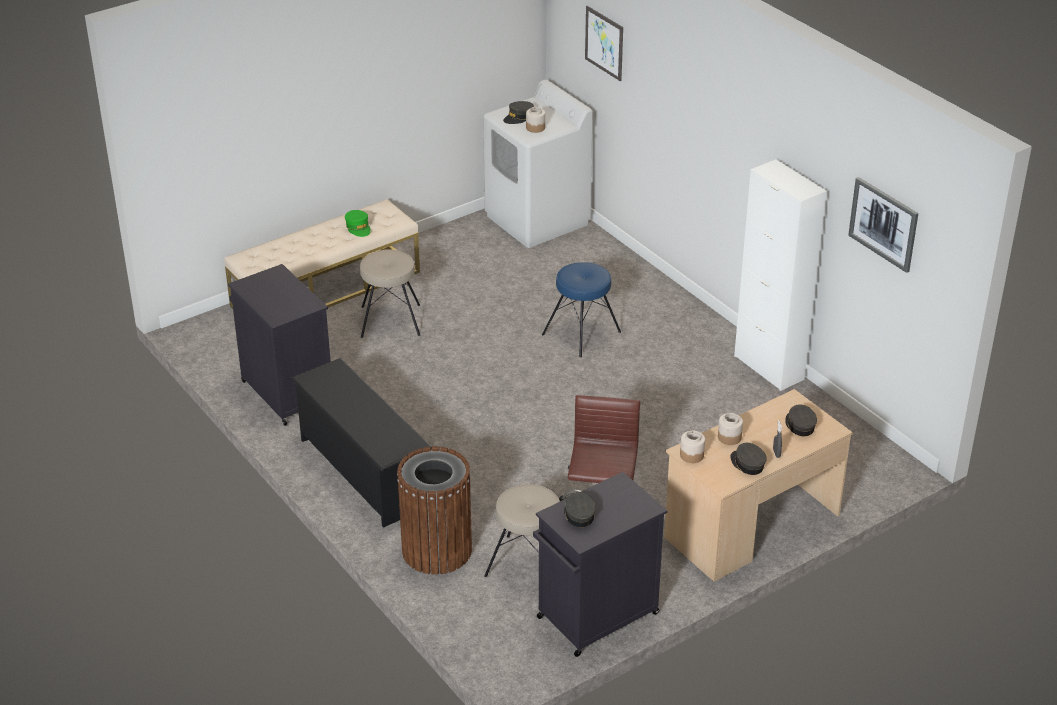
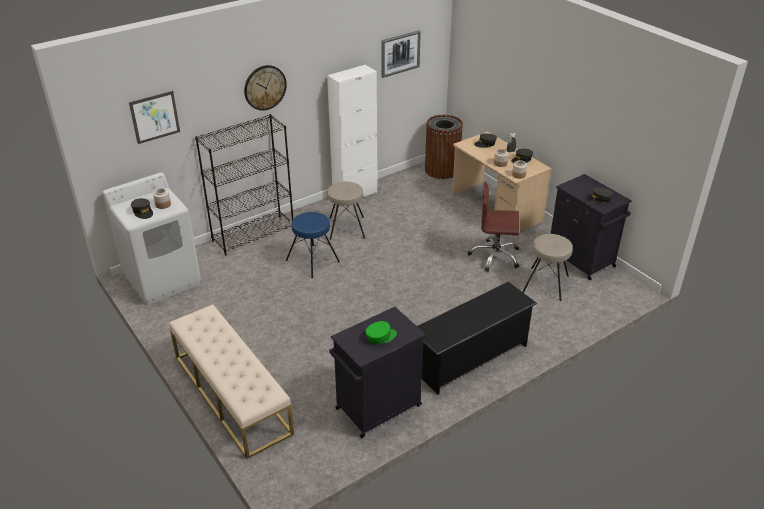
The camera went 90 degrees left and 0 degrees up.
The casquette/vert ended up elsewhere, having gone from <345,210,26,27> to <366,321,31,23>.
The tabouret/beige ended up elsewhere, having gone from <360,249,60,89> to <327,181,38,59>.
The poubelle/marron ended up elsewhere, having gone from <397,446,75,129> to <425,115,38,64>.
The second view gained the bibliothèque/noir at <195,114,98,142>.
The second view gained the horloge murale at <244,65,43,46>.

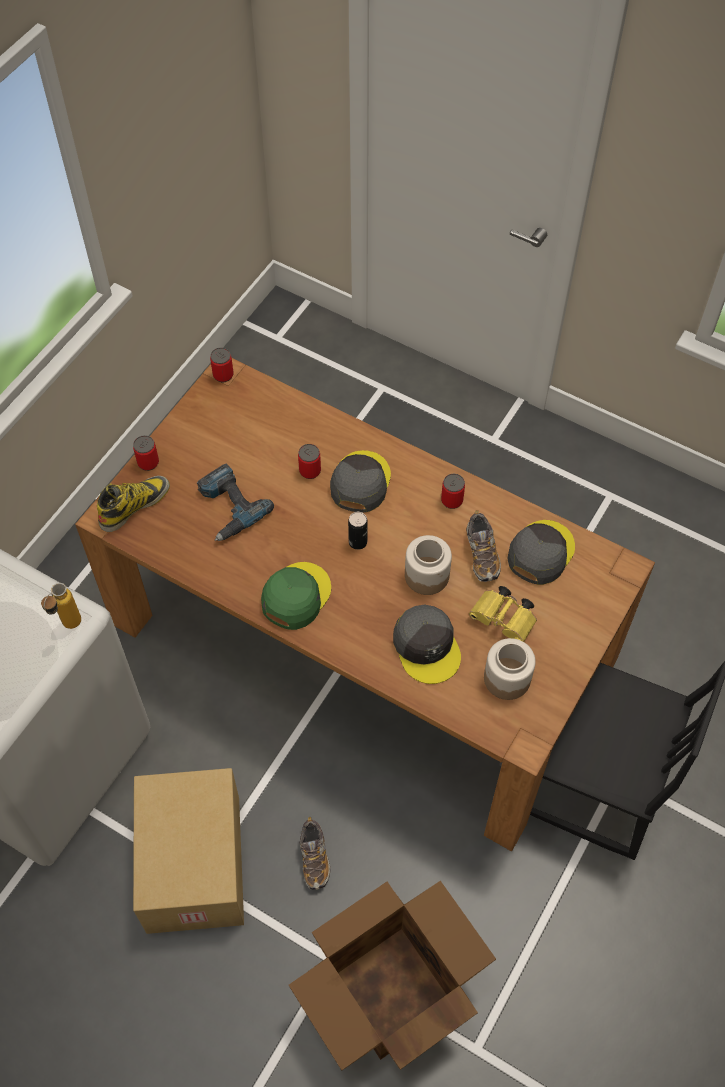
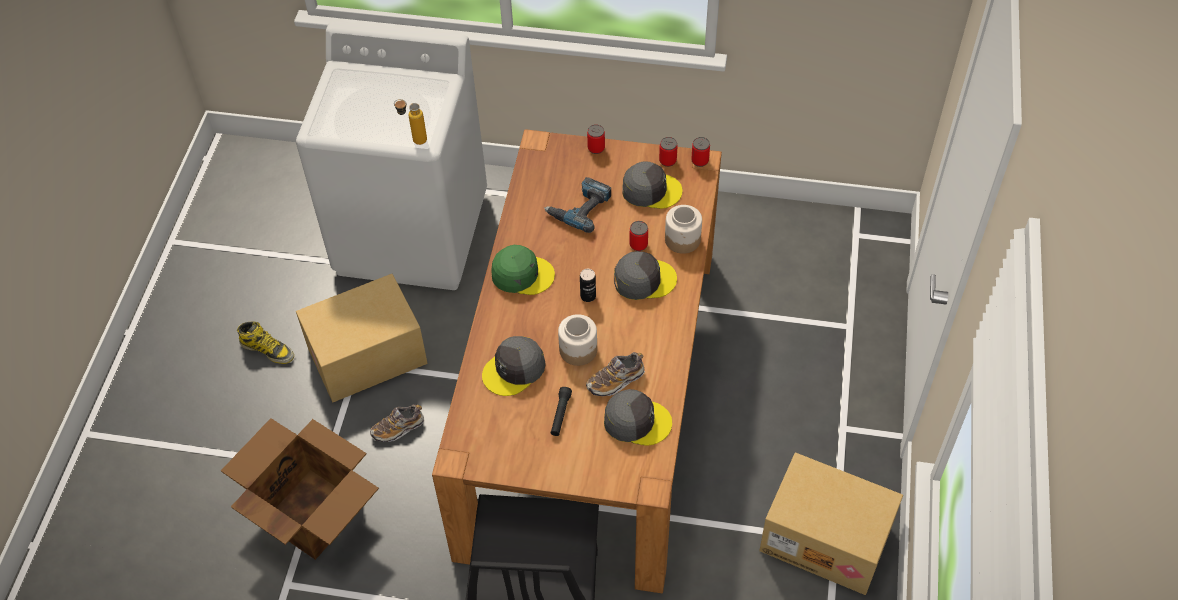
The camera went 70 degrees right and 5 degrees down.
The botte ended up elsewhere, having gone from <97,476,73,56> to <237,322,57,42>.
The boîte métallique ended up elsewhere, having gone from <441,474,24,35> to <659,137,19,30>.
Where the jumelles/jaune stood at <469,586,68,56>, the lampe de poche/noir came to stand at <551,387,21,49>.
The bocal ended up elsewhere, having gone from <484,638,52,62> to <665,205,37,49>.
The second view gained the casquette/gris at <622,161,61,48>.
The second view gained the carton at <759,453,144,142>.

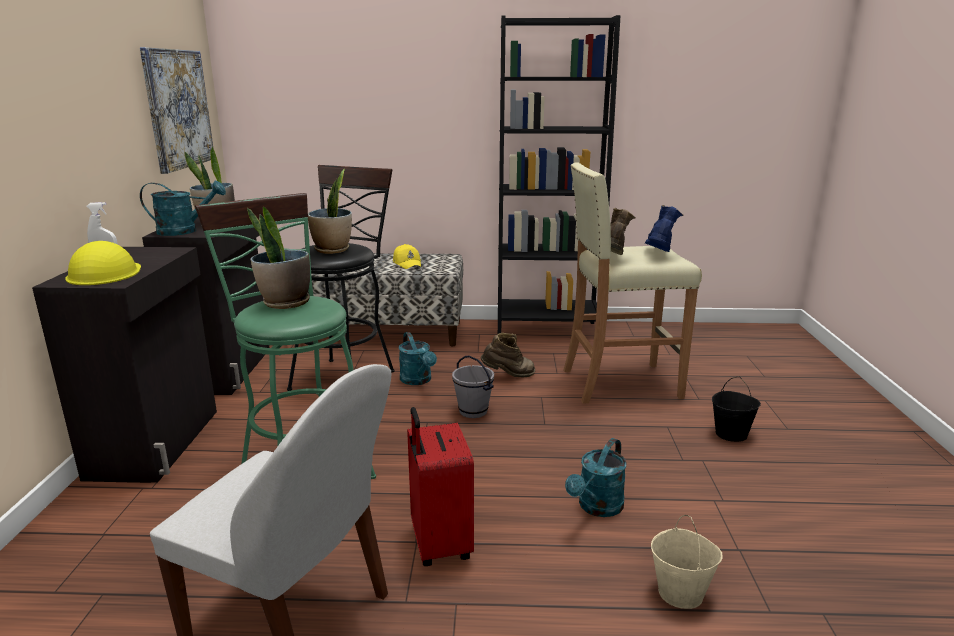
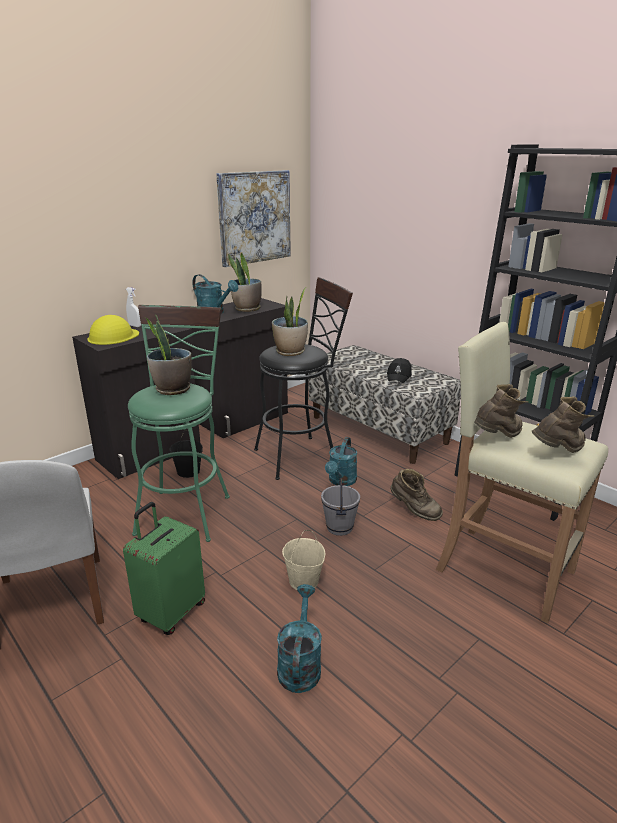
The camera went 45 degrees right and 5 degrees up.
What was the casquette/jaune at <393,244,28,25> turned into the casquette/noir at <387,358,25,25>.
What was the valise/rouge at <407,407,67,159> turned into the valise/vert at <123,502,82,133>.
The arrosoir/turquoise at <565,438,62,79> ended up facing another way, 105 degrees clockwise from before.
What was the botte/bleu at <645,205,39,47> turned into the botte/marron at <532,396,63,57>.
The seau/beige ended up elsewhere, having gone from <651,515,71,94> to <282,530,43,60>.
The seau/noir ended up elsewhere, having gone from <712,377,49,65> to <170,430,33,48>.

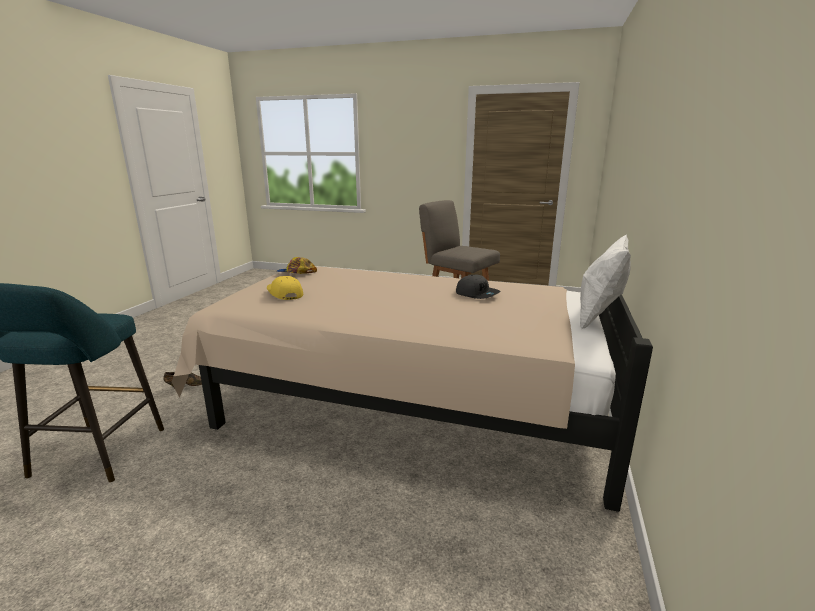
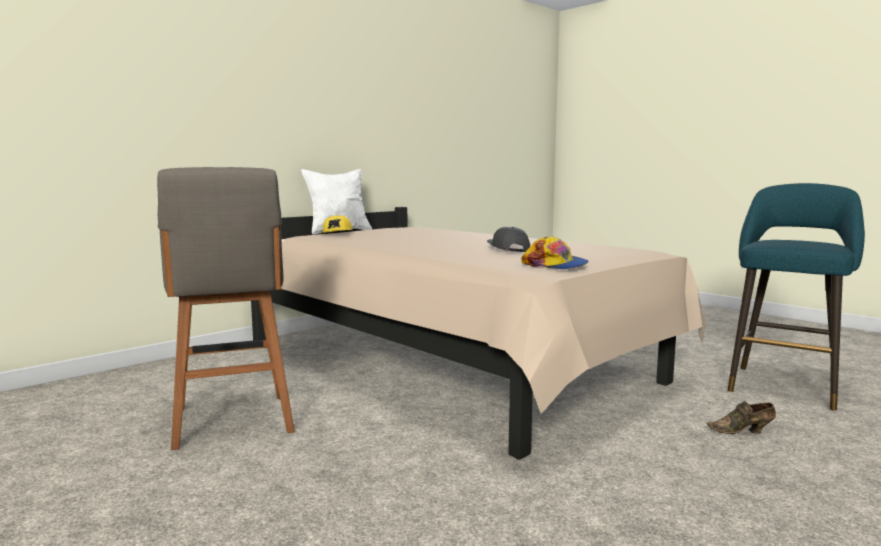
The camera went 150 degrees left and 10 degrees down.
The casquette/jaune ended up elsewhere, having gone from <267,276,36,24> to <322,215,30,18>.
The casquette/gris ended up elsewhere, having gone from <456,275,45,24> to <487,227,43,25>.

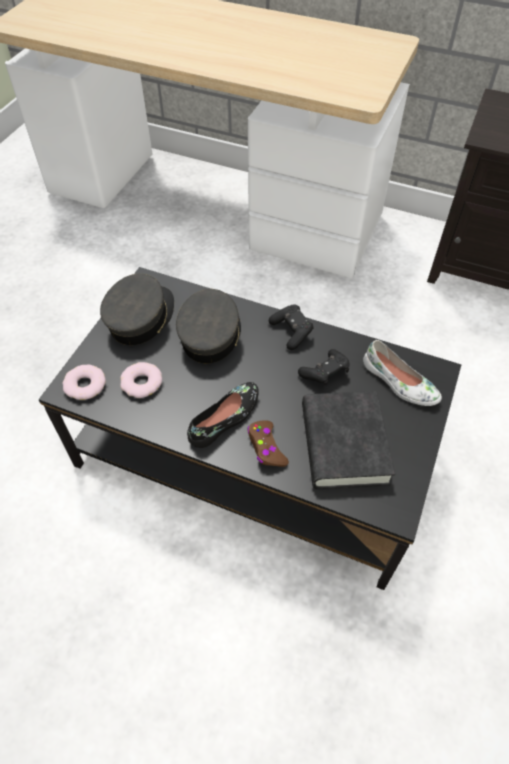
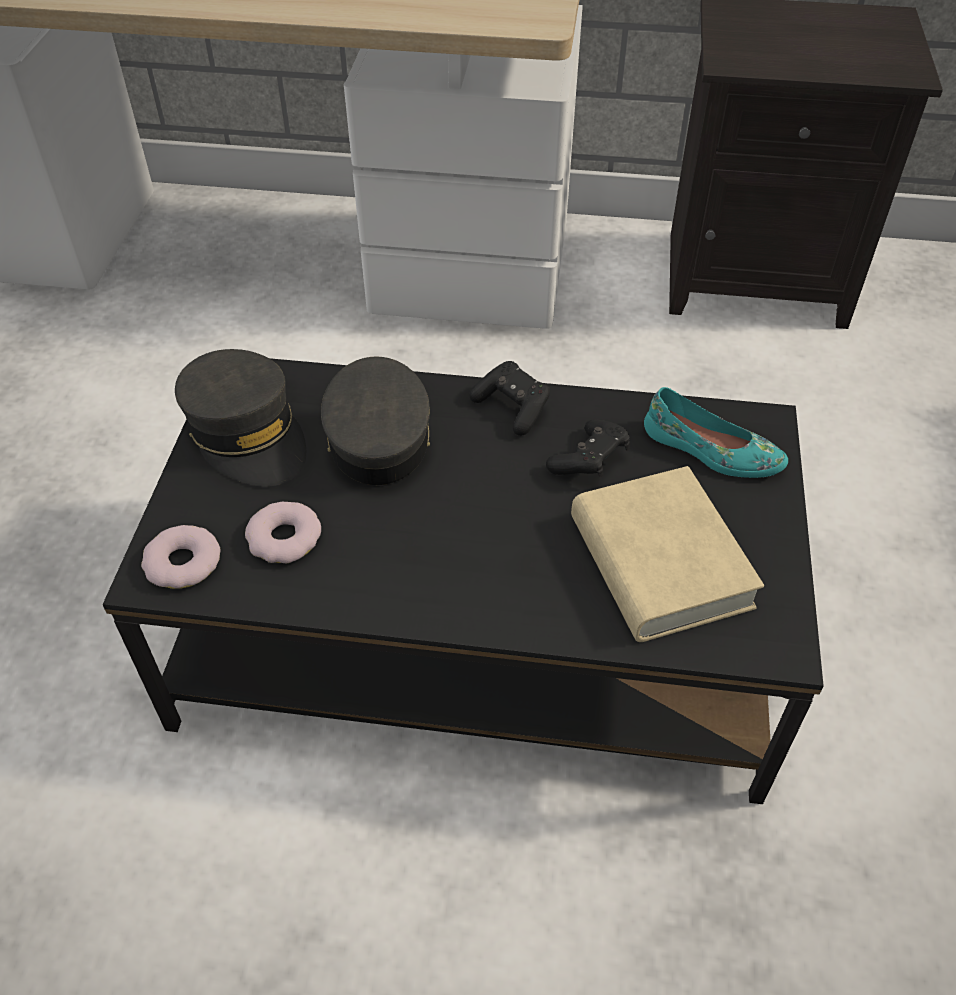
The camera went 15 degrees left and 5 degrees down.
The casquette/gris at <100,273,74,72> ended up facing another way, 135 degrees clockwise from before.
The second view lost the chaussure/noir at <187,382,72,66>.
The second view lost the manette/marron at <247,420,42,47>.
What was the livre/noir at <302,391,93,98> turned into the livre/beige at <571,466,193,176>.
What was the chaussure/blanc at <363,340,79,66> turned into the chaussure/turquoise at <644,387,144,91>.

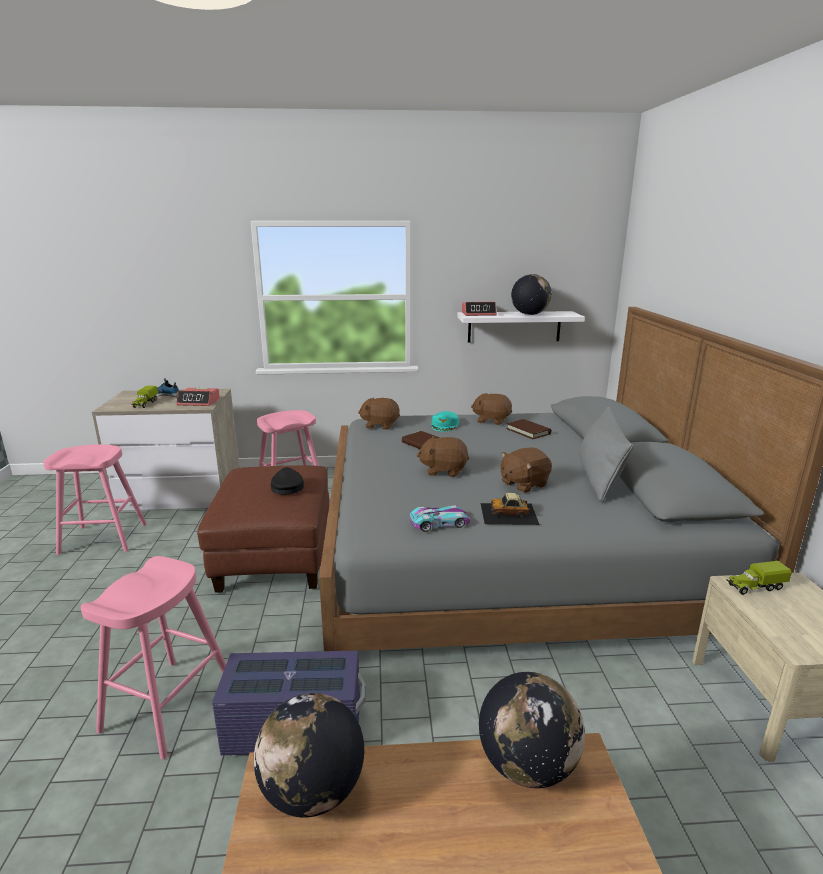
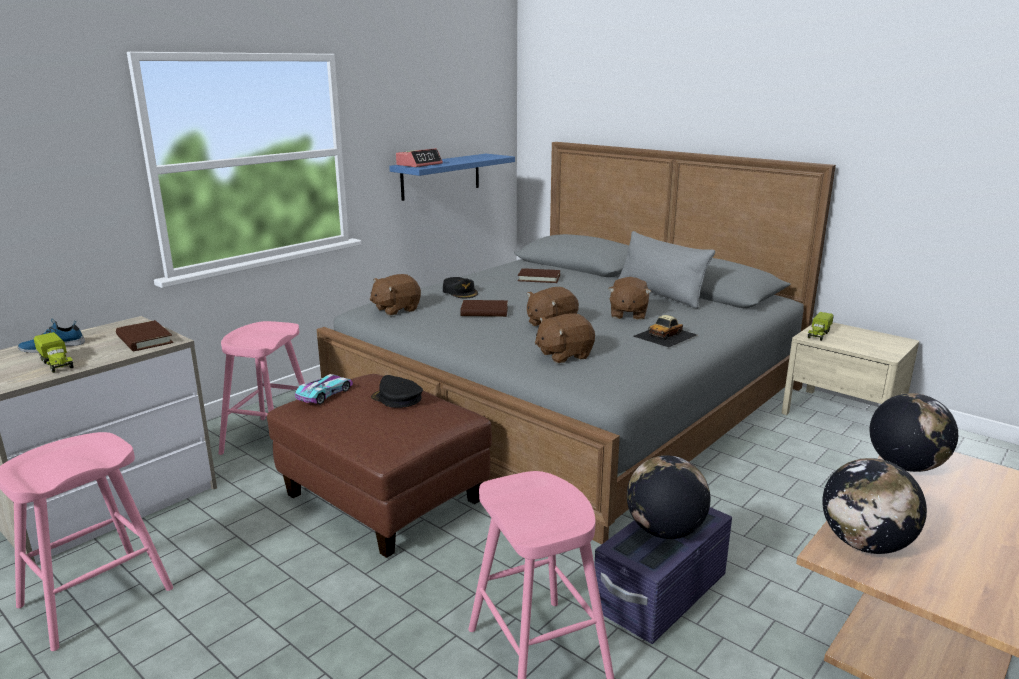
The camera went 45 degrees left and 0 degrees up.
Where the réveil stood at <176,388,44,18>, the livre/marron came to stand at <116,320,57,31>.
The petite voiture ended up elsewhere, having gone from <410,505,60,27> to <295,374,58,30>.
What was the casquette/turquoise at <431,411,28,21> turned into the casquette/noir at <443,277,35,21>.
What was the étagère/blanc at <457,311,128,32> turned into the étagère/bleu at <389,154,126,47>.
The peluche/marron ended up elsewhere, having gone from <471,393,41,32> to <535,313,60,50>.
The globe ended up elsewhere, having gone from <511,274,41,41> to <627,456,84,83>.

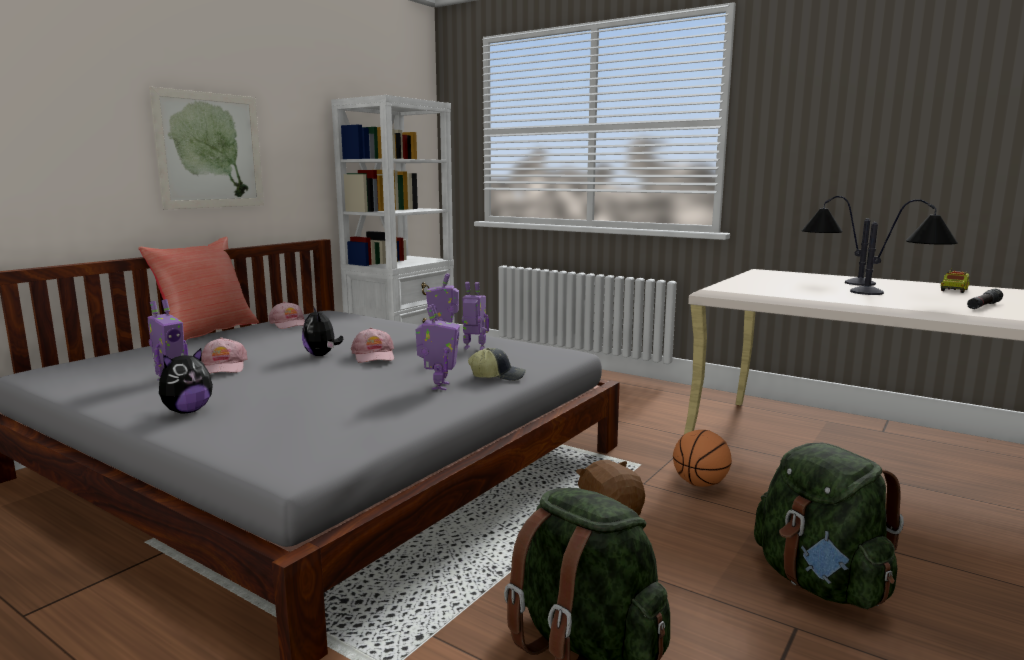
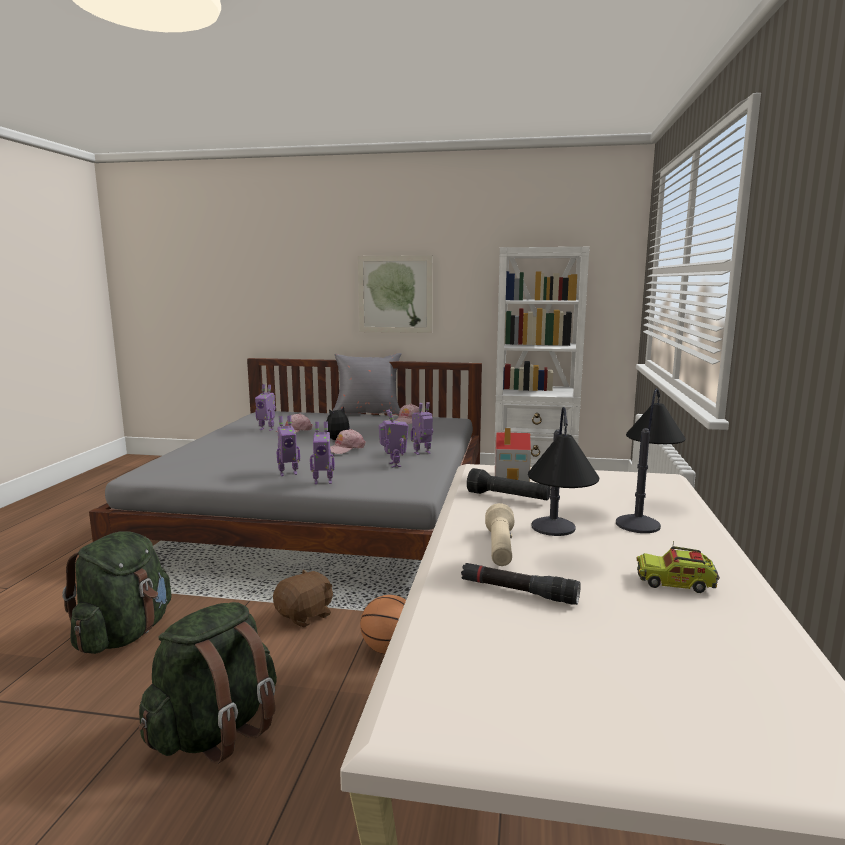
The camera went 65 degrees right and 0 degrees up.
What was the coussin/rouge at <138,237,121,104> turned into the coussin/gris at <332,353,70,62>.
The second view lost the peluche at <159,348,54,65>.
Where the casquette stood at <468,348,58,33>, the robot jouet came to stand at <310,421,25,63>.
The second view gained the lampe de poche/noir at <467,468,84,32>.
The second view gained the lampe de poche/beige at <485,503,29,63>.
The second view gained the maison miniature at <495,428,36,54>.

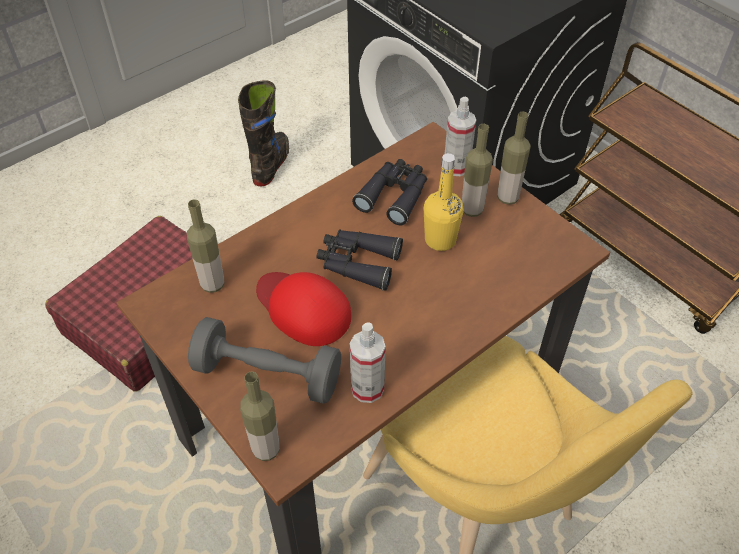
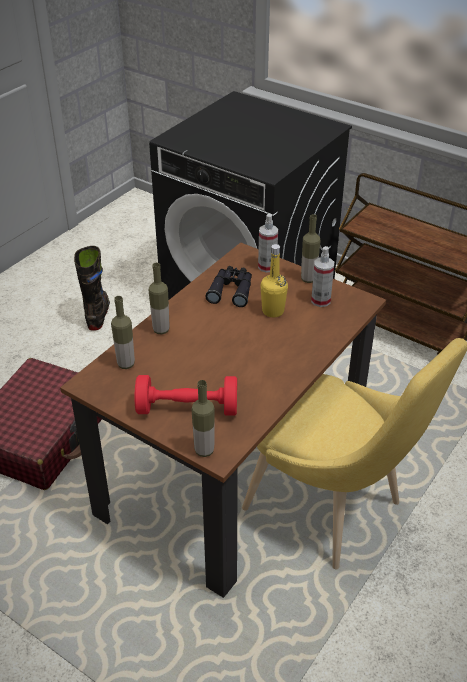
The camera went 15 degrees left and 10 degrees down.
What was the haltère/gris at <188,317,153,87> turned into the haltère/rouge at <135,375,102,41>.
The second view lost the casquette/rouge at <256,272,95,74>.
The second view lost the jumelles/noir at <317,229,86,62>.
The vaporisateur ended up elsewhere, having gone from <350,322,36,81> to <311,246,23,61>.
The bouteille ended up elsewhere, having gone from <462,124,31,93> to <149,263,21,72>.

